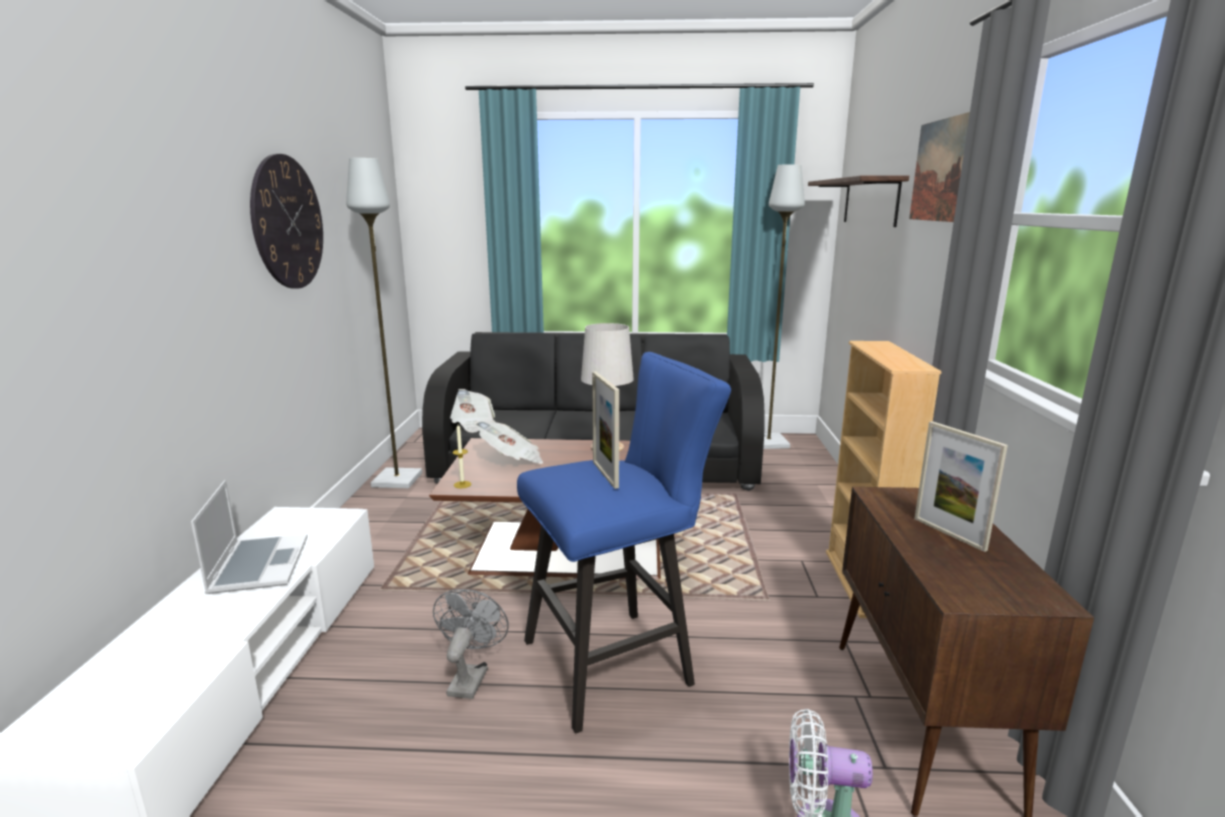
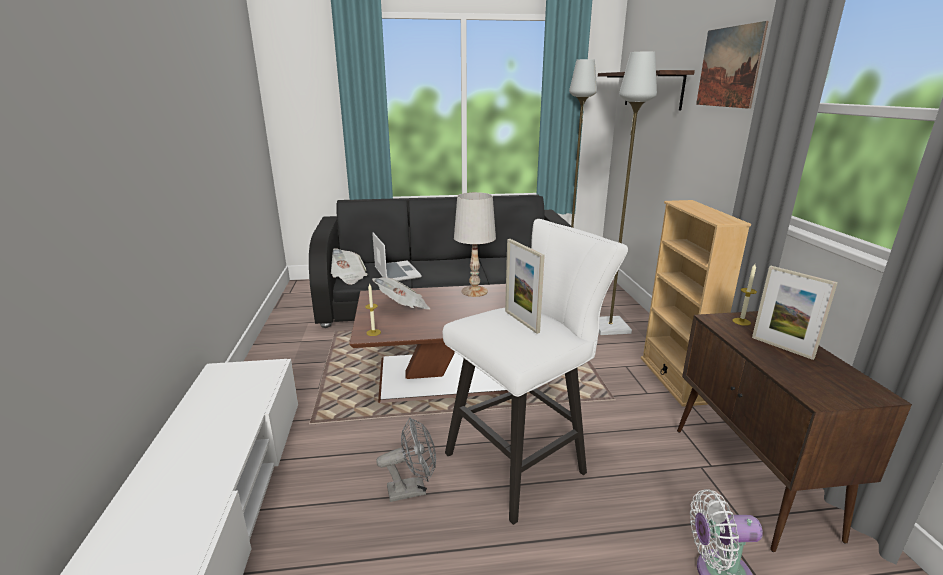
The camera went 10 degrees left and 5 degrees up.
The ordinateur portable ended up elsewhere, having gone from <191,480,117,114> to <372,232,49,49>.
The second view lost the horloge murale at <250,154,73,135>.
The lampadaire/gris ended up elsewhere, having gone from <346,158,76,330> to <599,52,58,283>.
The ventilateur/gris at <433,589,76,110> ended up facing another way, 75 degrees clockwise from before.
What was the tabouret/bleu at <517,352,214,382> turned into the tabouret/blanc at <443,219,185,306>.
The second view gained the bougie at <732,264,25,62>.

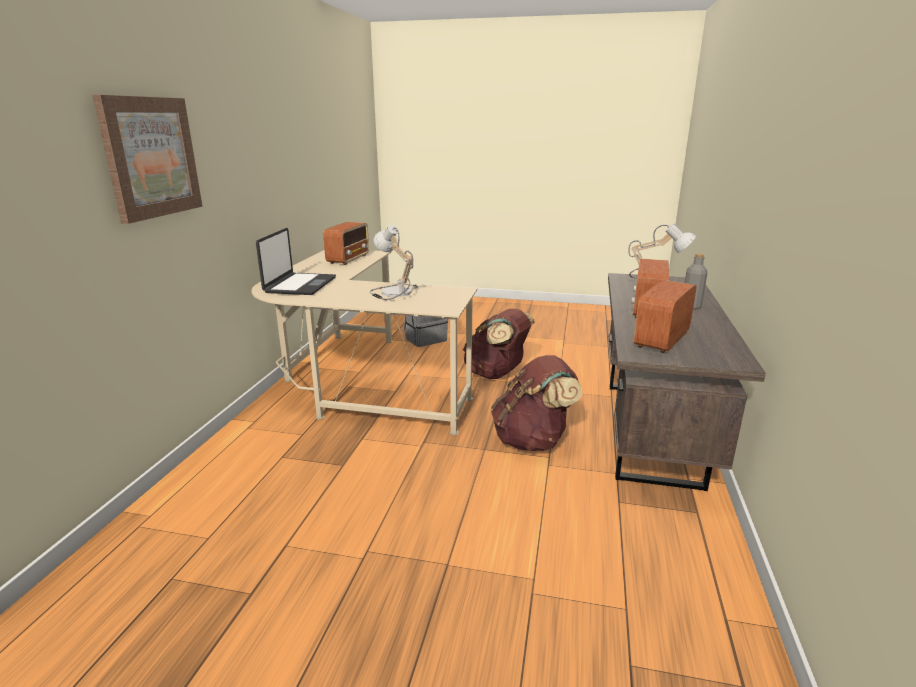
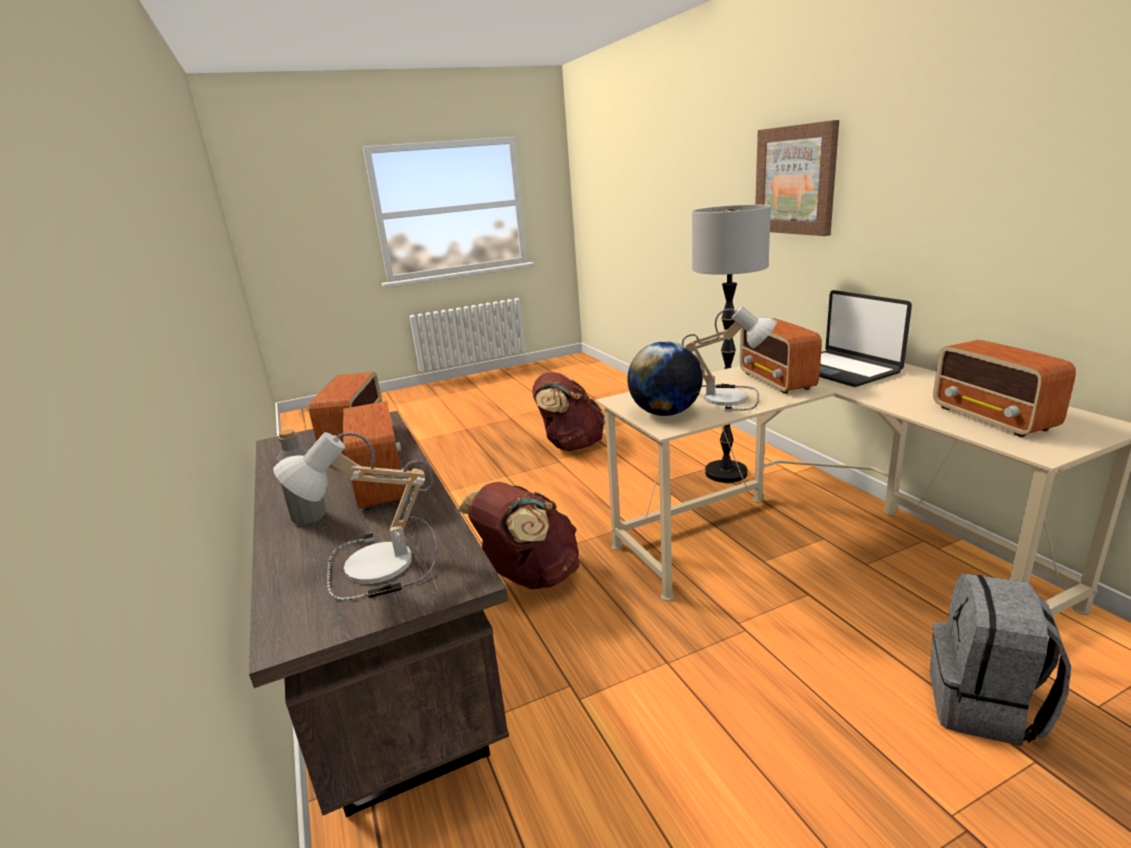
The camera went 145 degrees right and 0 degrees up.
The sac à dos/marron ended up elsewhere, having gone from <463,308,72,71> to <532,372,73,79>.
The second view gained the globe at <627,341,76,75>.
The second view gained the lampadaire at <692,205,79,278>.
The second view gained the radio at <740,318,82,76>.

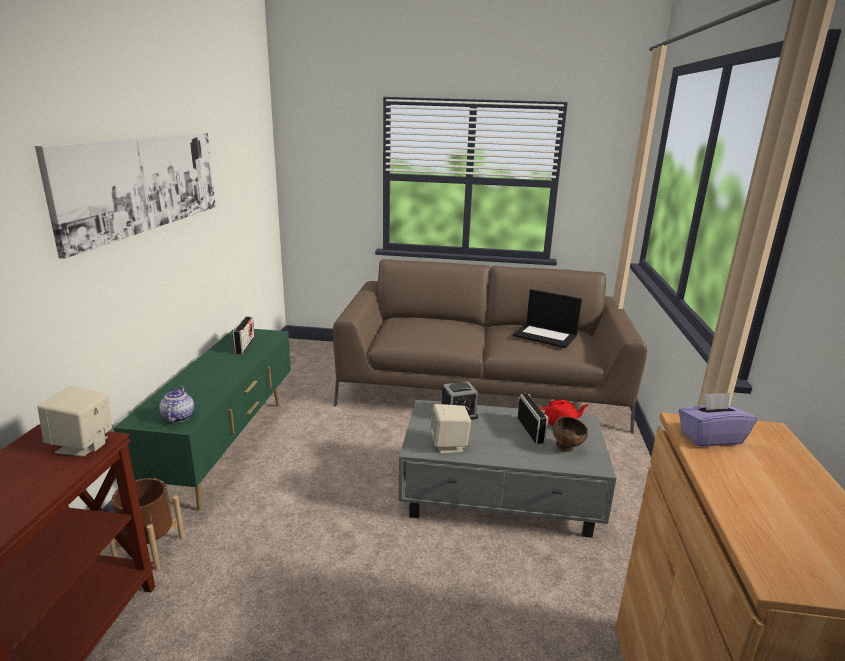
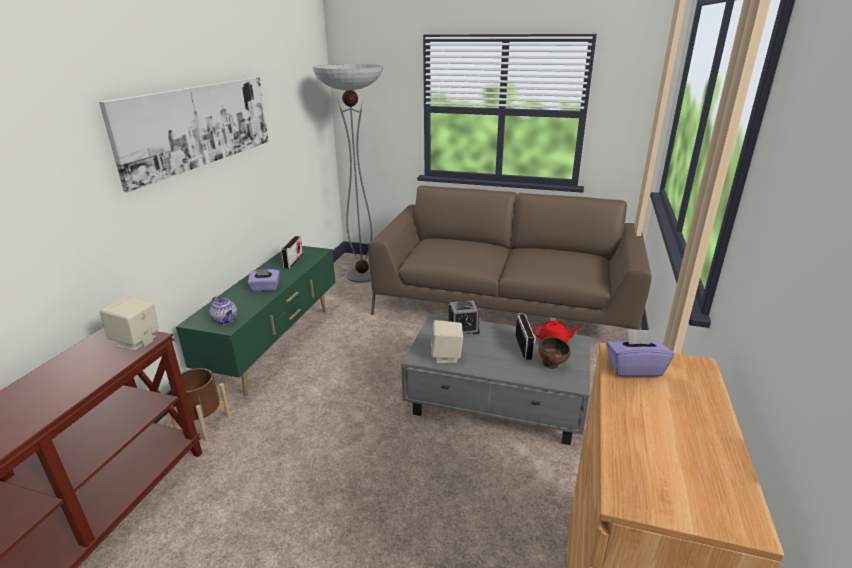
The camera went 10 degrees right and 5 degrees up.
The théière at <159,386,35,37> ended up facing another way, 135 degrees clockwise from before.
The second view lost the ordinateur portable at <513,289,69,59>.
The second view gained the boîte à mouchoirs/violet at <248,269,32,22>.
The second view gained the lampadaire at <313,64,70,219>.

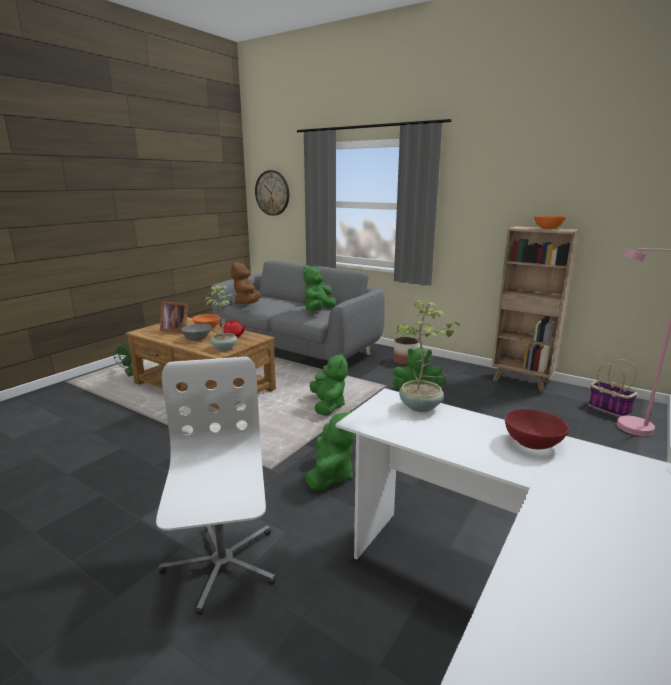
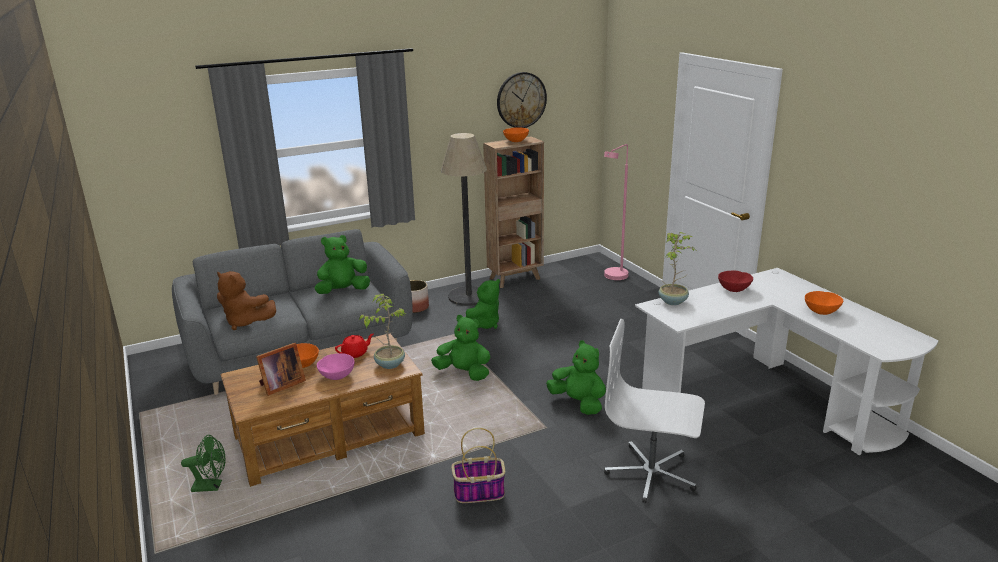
The camera went 60 degrees left and 5 degrees up.
What was the bol/gris at <181,324,30,17> turned into the bol/rose at <317,353,38,27>.
The horloge murale ended up elsewhere, having gone from <255,170,34,46> to <497,72,50,56>.
The peluche/vert at <303,265,33,46> ended up facing another way, 90 degrees clockwise from before.
The panier ended up elsewhere, having gone from <588,359,49,58> to <451,428,54,75>.
The second view gained the lampadaire at <441,133,46,173>.
The second view gained the bol/orange at <805,291,38,24>.

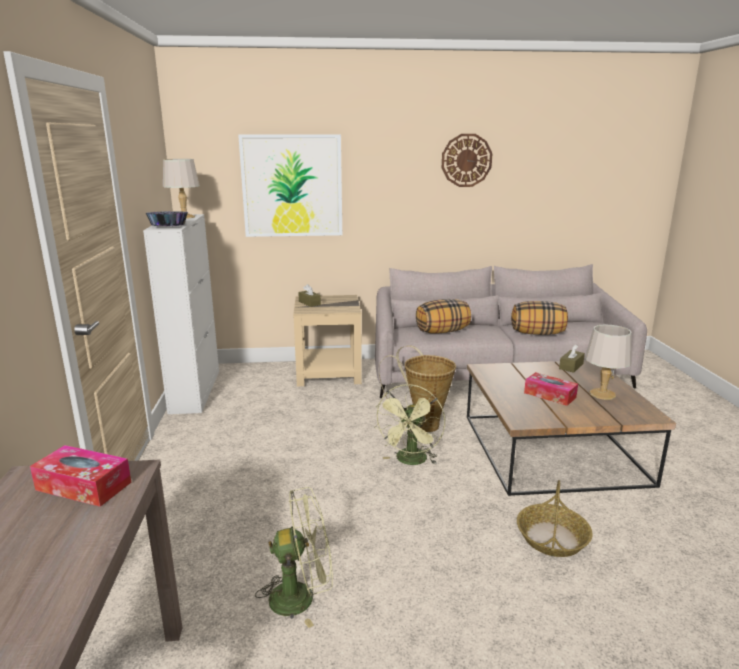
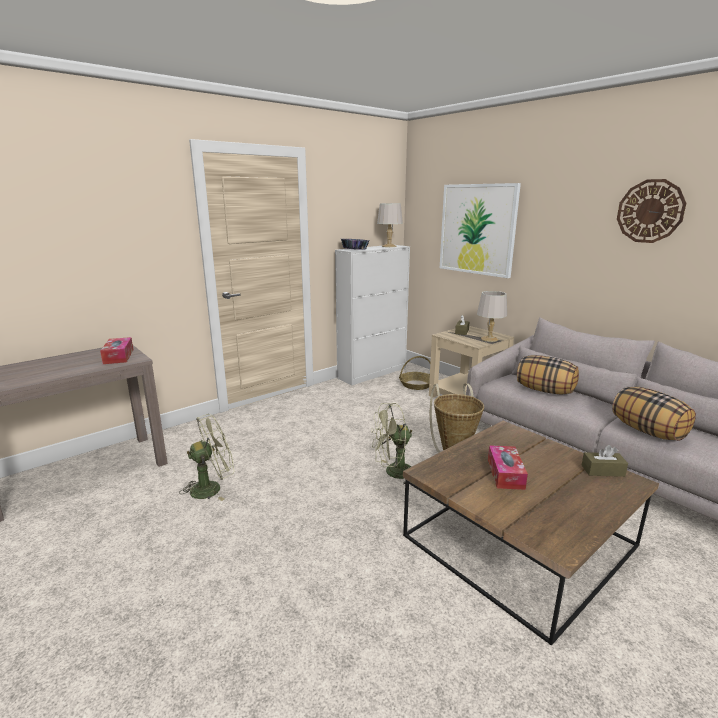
The camera went 55 degrees right and 0 degrees up.
The ventilateur/vert at <255,487,78,141> ended up facing another way, 75 degrees counterclockwise from before.
The panier ended up elsewhere, having gone from <517,480,76,77> to <399,356,31,34>.
The lampe de table/gris ended up elsewhere, having gone from <585,324,47,76> to <477,291,30,51>.

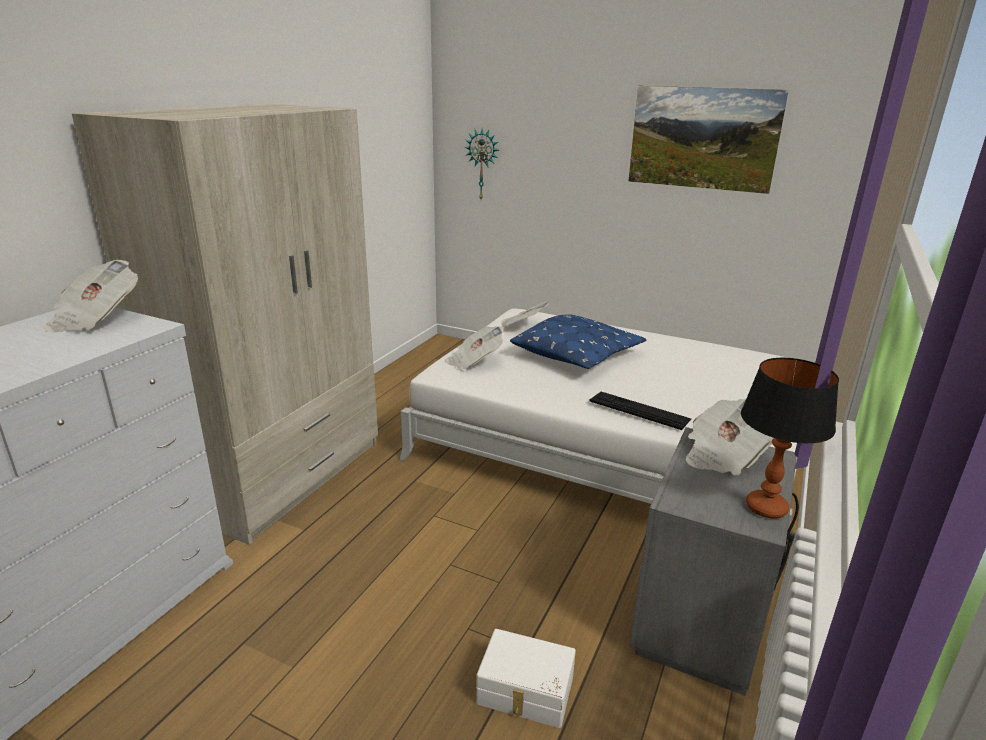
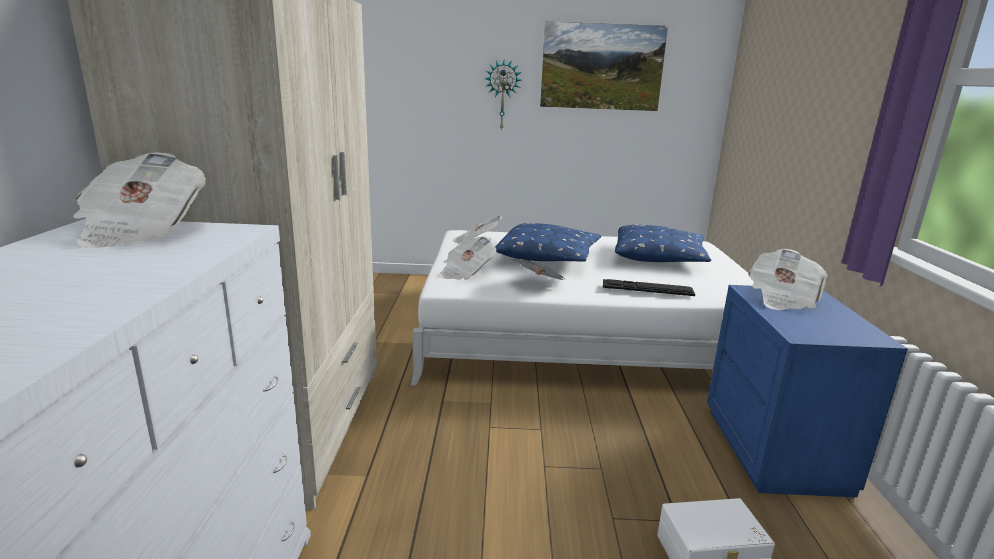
The camera went 25 degrees left and 5 degrees down.
The horloge murale ended up elsewhere, having gone from <464,129,35,71> to <484,59,37,72>.
What was the table de chevet/gris at <630,427,169,269> turned into the table de chevet/bleu at <707,285,201,212>.
The second view lost the lampe de table at <741,358,98,161>.
The second view gained the journal at <511,259,53,21>.
The second view gained the coussin/bleu at <615,225,96,37>.

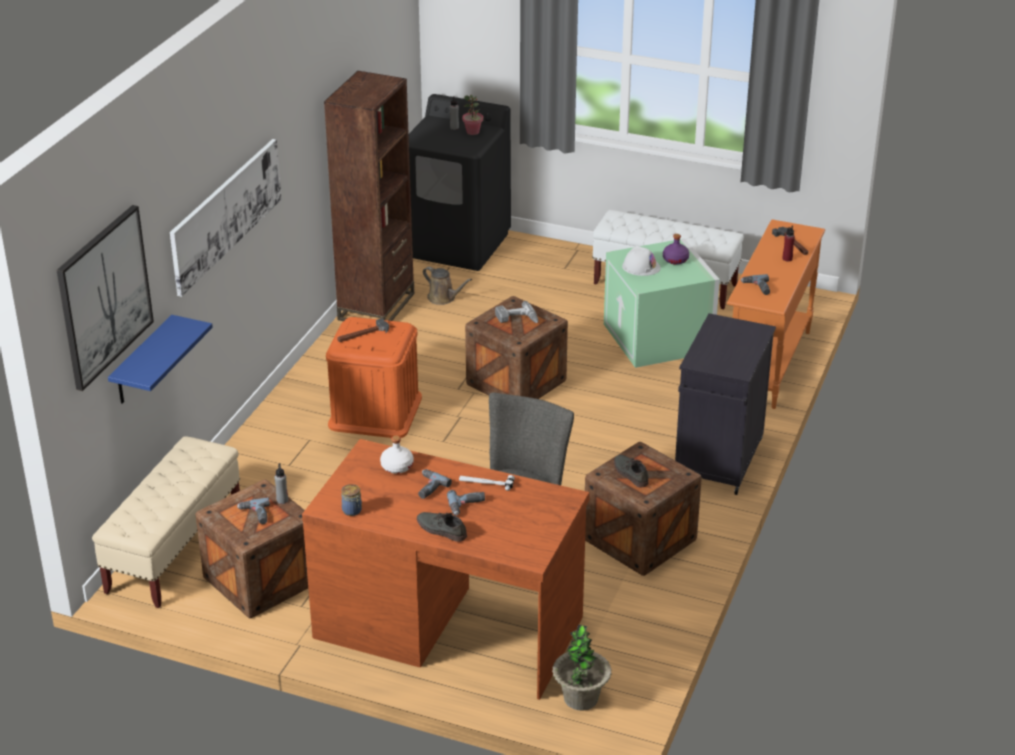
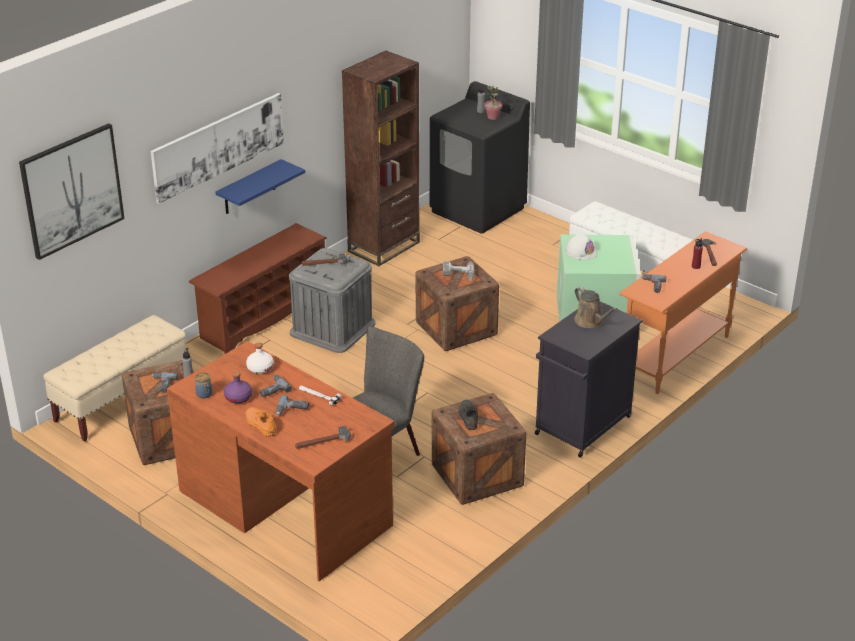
The camera went 20 degrees right and 0 degrees up.
The étagère/bleu ended up elsewhere, having gone from <108,315,105,89> to <215,159,90,55>.
What was the boîte de rangement/orange at <326,317,96,121> turned into the boîte de rangement/gris at <289,248,86,105>.
What was the chaussure/gris at <417,512,50,30> turned into the chaussure/orange at <246,407,30,29>.
The arrosoir/marron ended up elsewhere, having gone from <423,267,49,38> to <574,287,43,41>.
The second view lost the plante en pot at <552,625,60,86>.
The bouteille/violet ended up elsewhere, having gone from <663,234,26,31> to <224,371,28,32>.
The second view gained the étagère à chaussures/marron at <189,223,138,131>.
The second view gained the marteau at <295,426,56,23>.

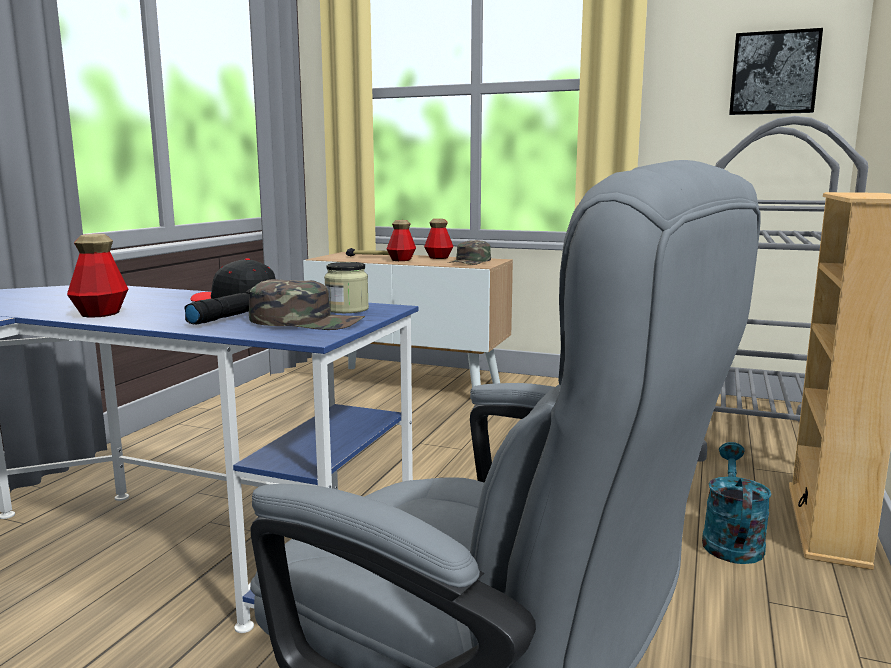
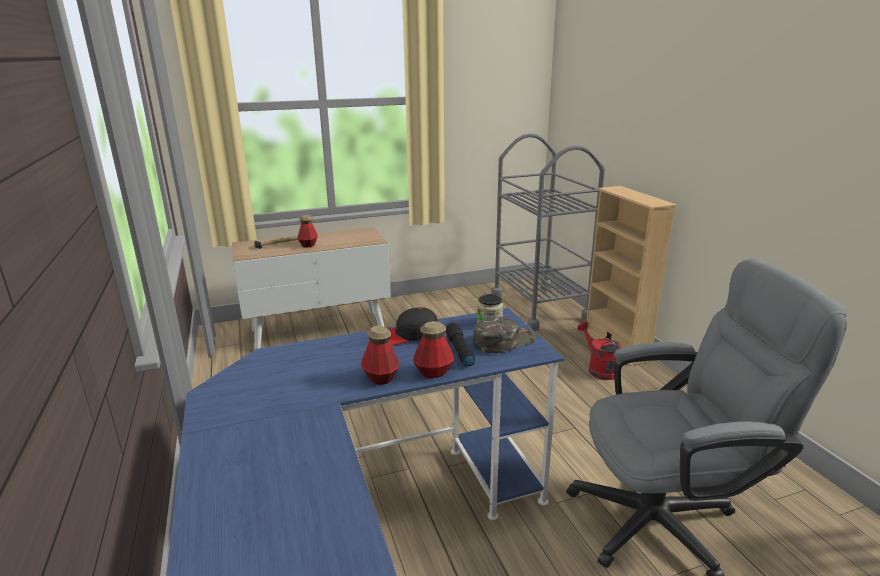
The camera went 40 degrees left and 10 degrees up.
The bouteille ended up elsewhere, having gone from <424,219,30,40> to <413,321,41,57>.
The second view lost the casquette/vert at <449,240,42,25>.
What was the arrosoir/turquoise at <702,442,70,122> turned into the arrosoir/rouge at <577,322,46,58>.
The second view lost the tableau at <729,28,94,87>.

